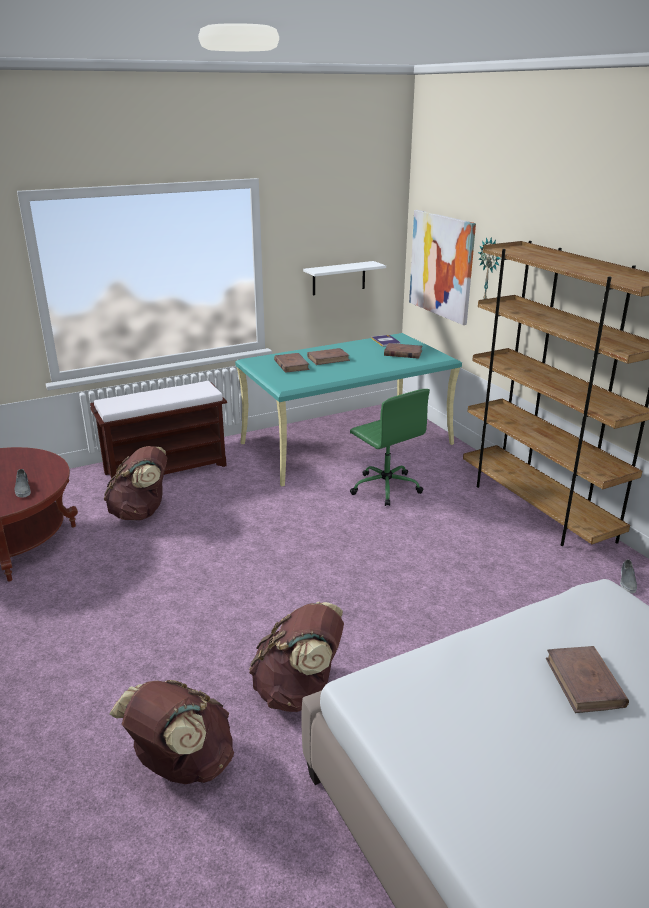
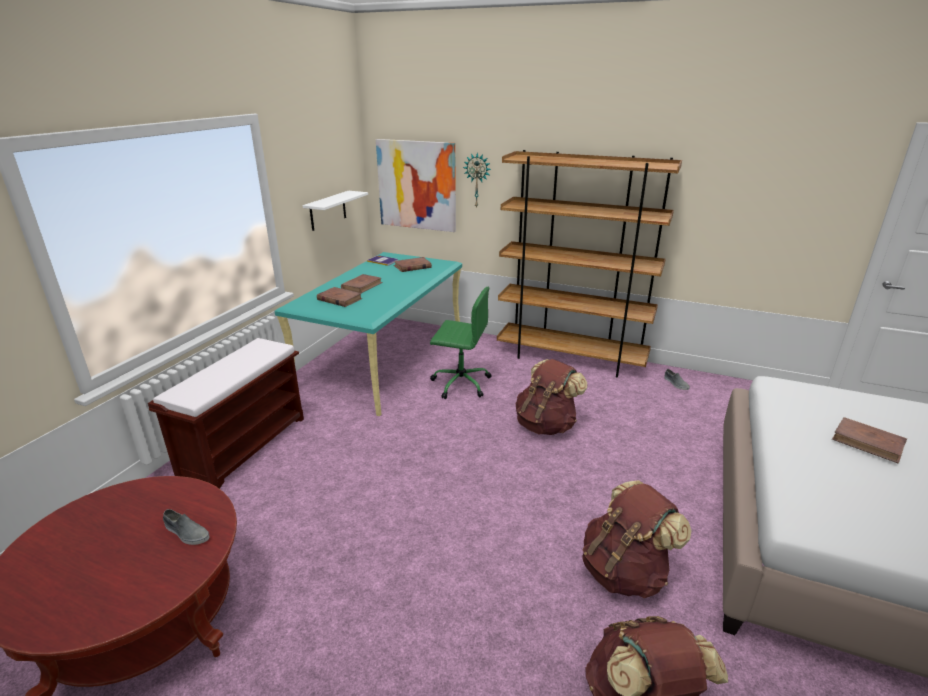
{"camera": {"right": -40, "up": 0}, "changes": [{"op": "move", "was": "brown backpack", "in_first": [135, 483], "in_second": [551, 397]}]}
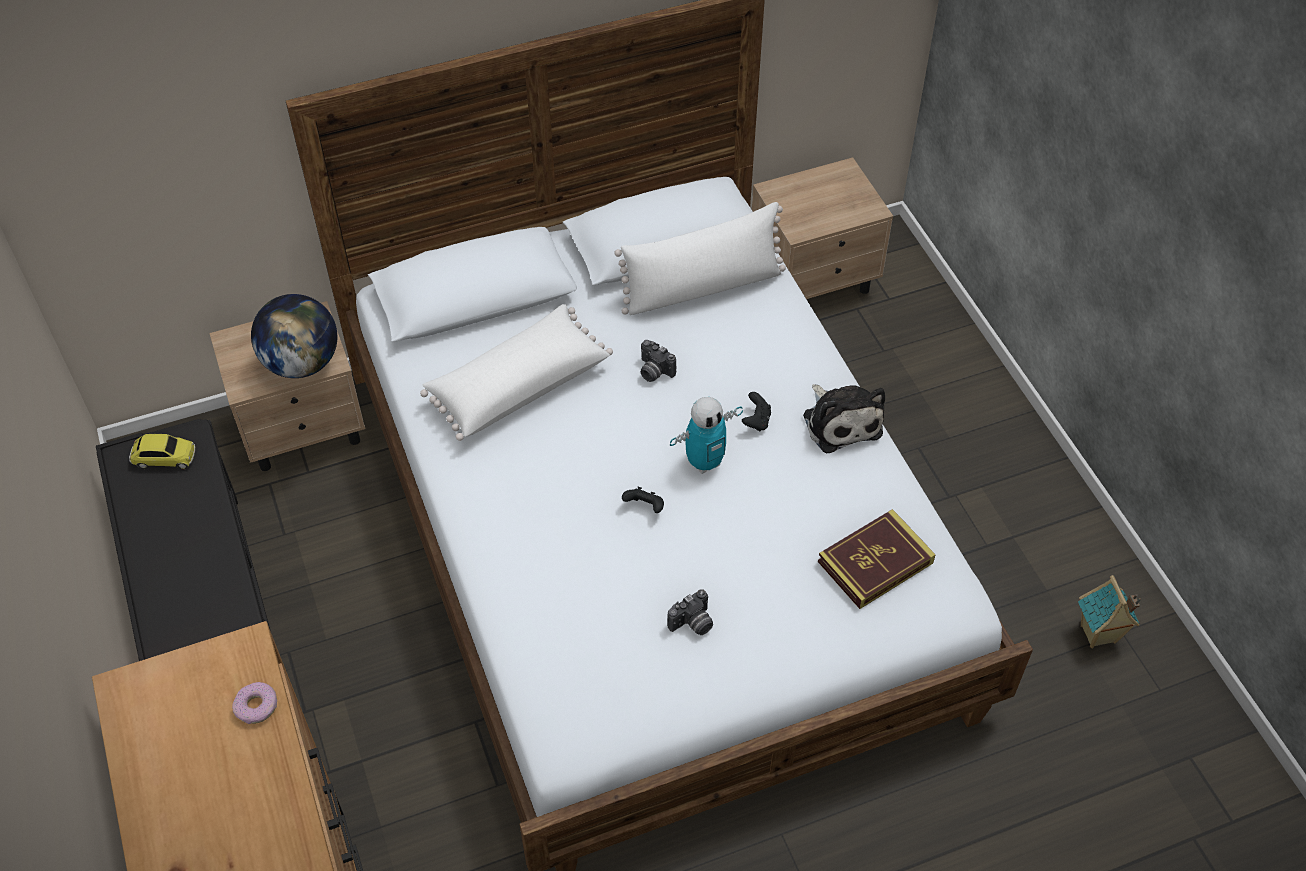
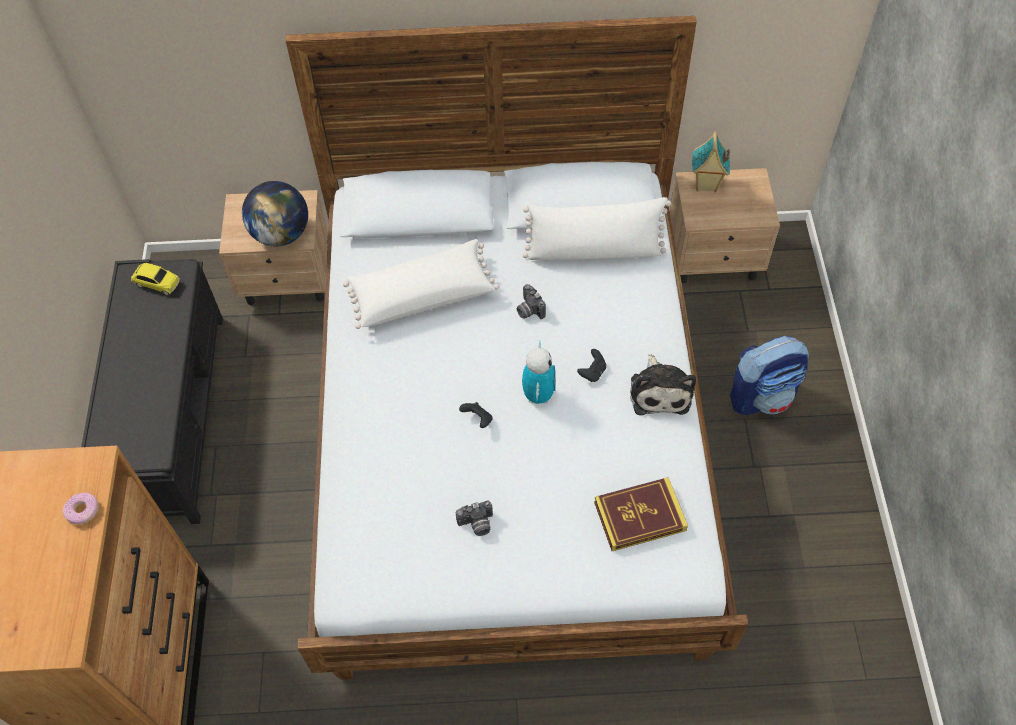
{"camera": {"right": 20, "up": 5}, "changes": [{"op": "rotate", "was": "toy robot", "in_first": [706, 435], "in_second": [539, 372], "clockwise": -75}, {"op": "move", "was": "toy house", "in_first": [1109, 611], "in_second": [711, 162]}, {"op": "insert", "now": "backpack", "in_second": [769, 375]}]}
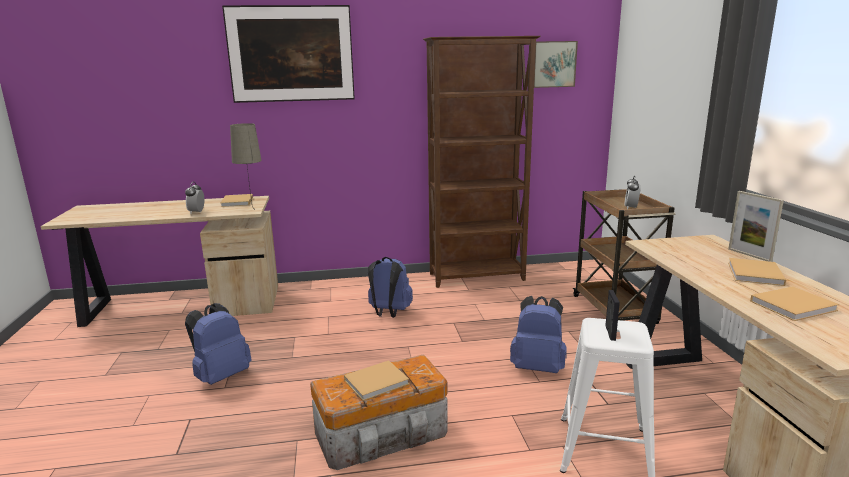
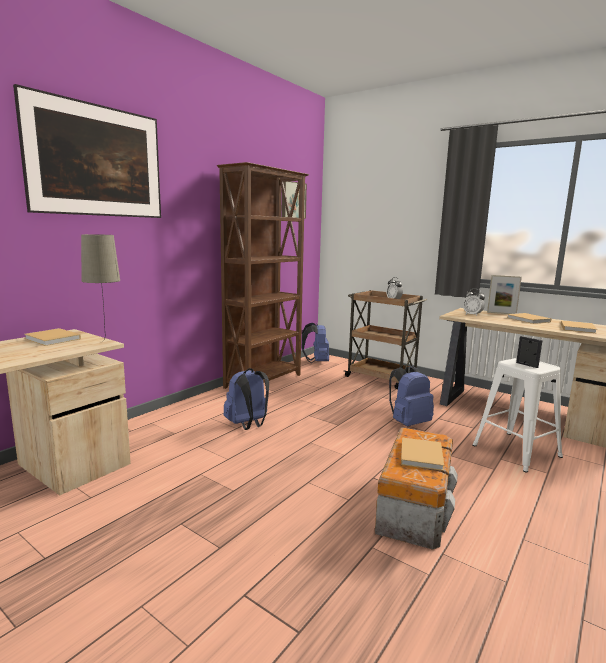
{"camera": {"right": -45, "up": -5}, "changes": [{"op": "move", "was": "alarm clock", "in_first": [194, 198], "in_second": [474, 302]}, {"op": "move", "was": "blue backpack", "in_first": [218, 344], "in_second": [315, 343]}]}
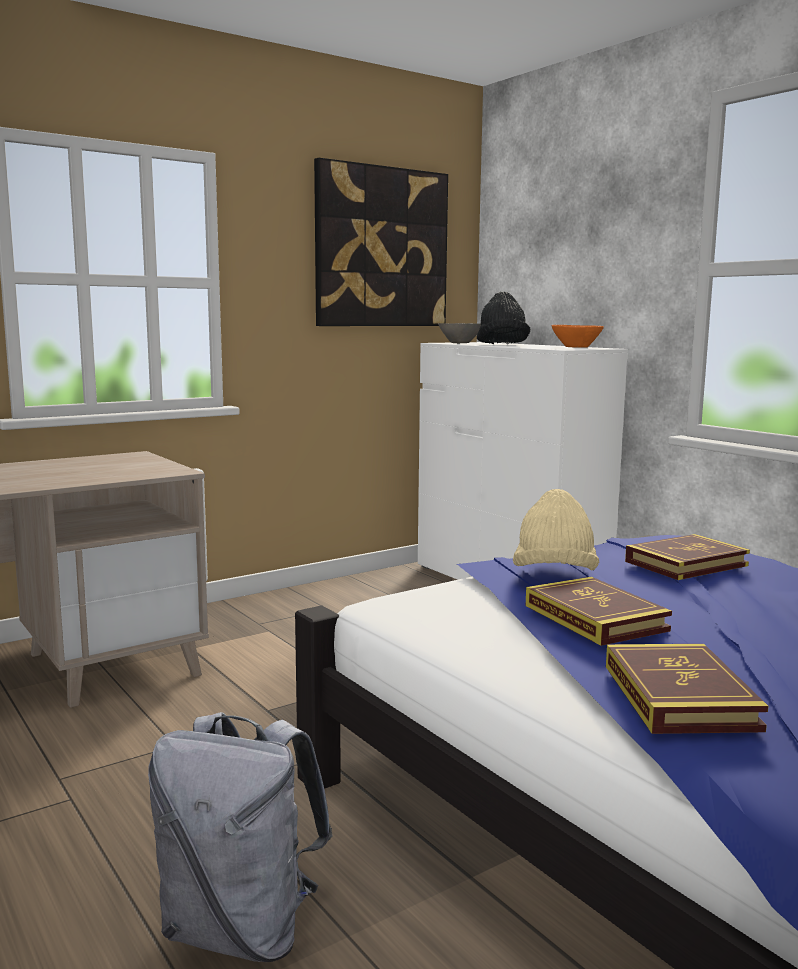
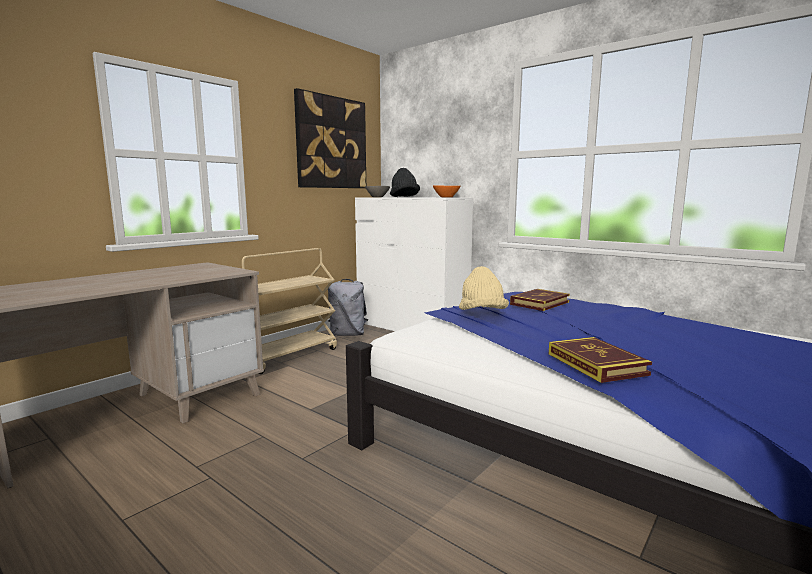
{"camera": {"right": -15, "up": 0}, "changes": [{"op": "move", "was": "grey backpack", "in_first": [240, 837], "in_second": [348, 307]}, {"op": "delete", "was": "book", "in_first": [599, 611]}, {"op": "insert", "now": "beige cart", "in_second": [289, 311]}]}
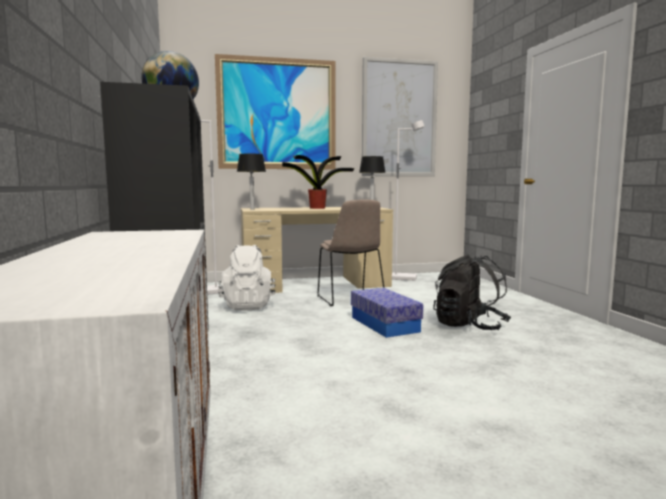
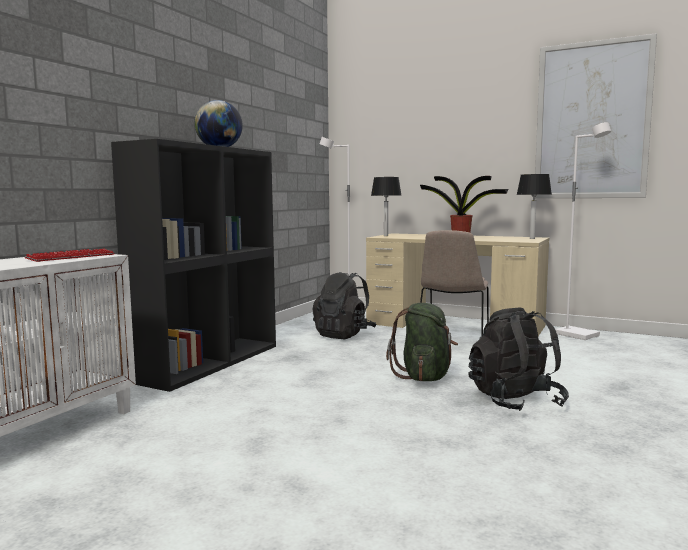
{"camera": {"right": 40, "up": 0}, "changes": [{"op": "delete", "was": "picture", "in_first": [275, 112]}, {"op": "recolor", "was": "white backpack", "now": "black backpack", "in_first": [247, 278], "in_second": [345, 305]}, {"op": "replace", "was": "storage box", "now": "green backpack", "in_first": [387, 313], "in_second": [422, 342]}, {"op": "insert", "now": "keyboard", "in_second": [70, 255]}]}
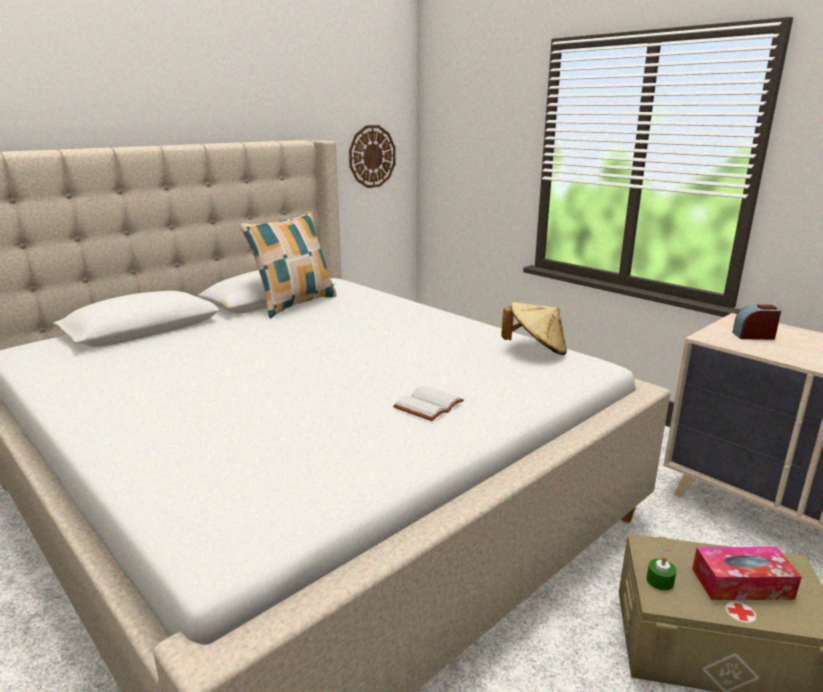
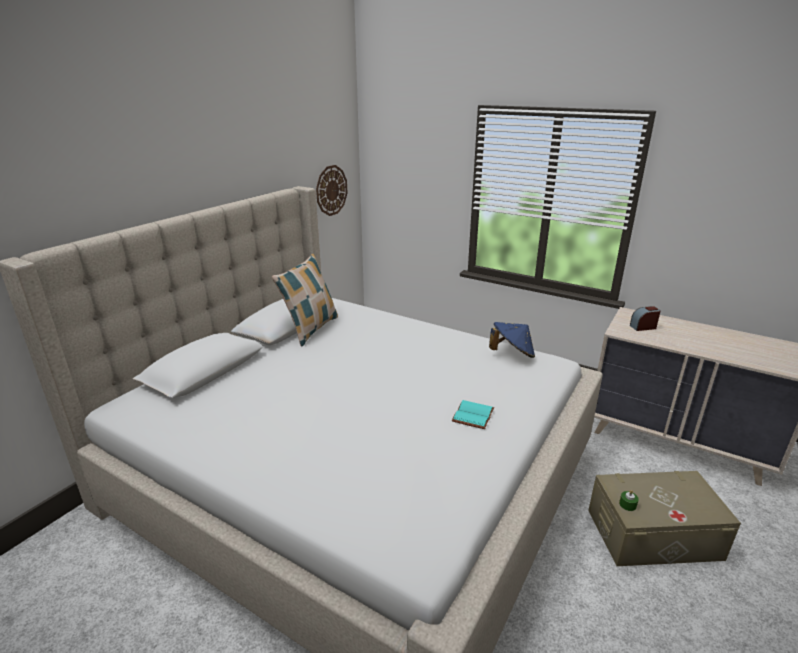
{"camera": {"right": -15, "up": 5}, "changes": [{"op": "recolor", "was": "white book", "now": "turquoise book", "in_first": [428, 403], "in_second": [473, 414]}, {"op": "recolor", "was": "beige hat", "now": "blue hat", "in_first": [534, 328], "in_second": [512, 340]}, {"op": "delete", "was": "tissue box", "in_first": [747, 573]}]}
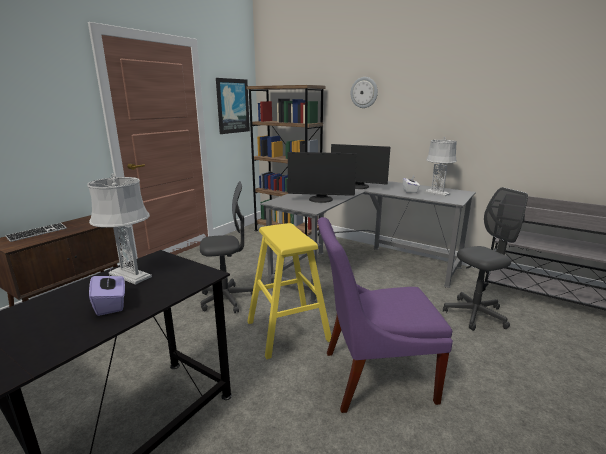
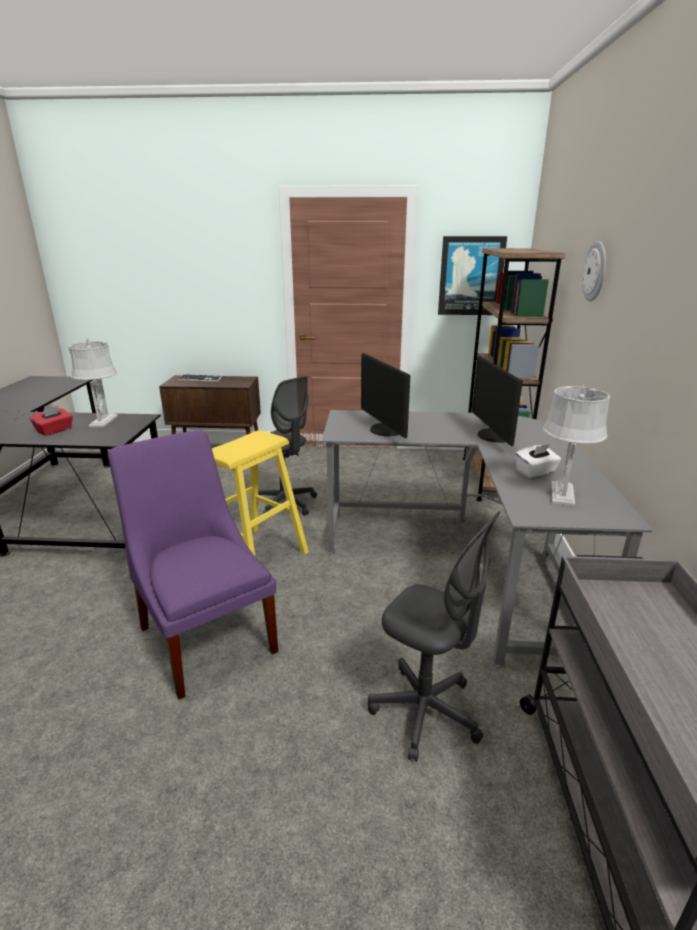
{"camera": {"right": 60, "up": 5}, "changes": [{"op": "recolor", "was": "purple tissue box", "now": "red tissue box", "in_first": [107, 293], "in_second": [51, 421]}]}
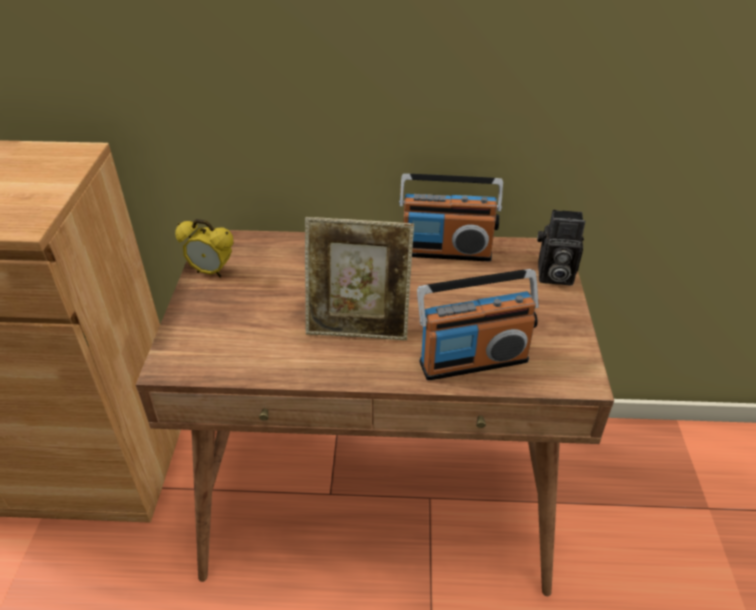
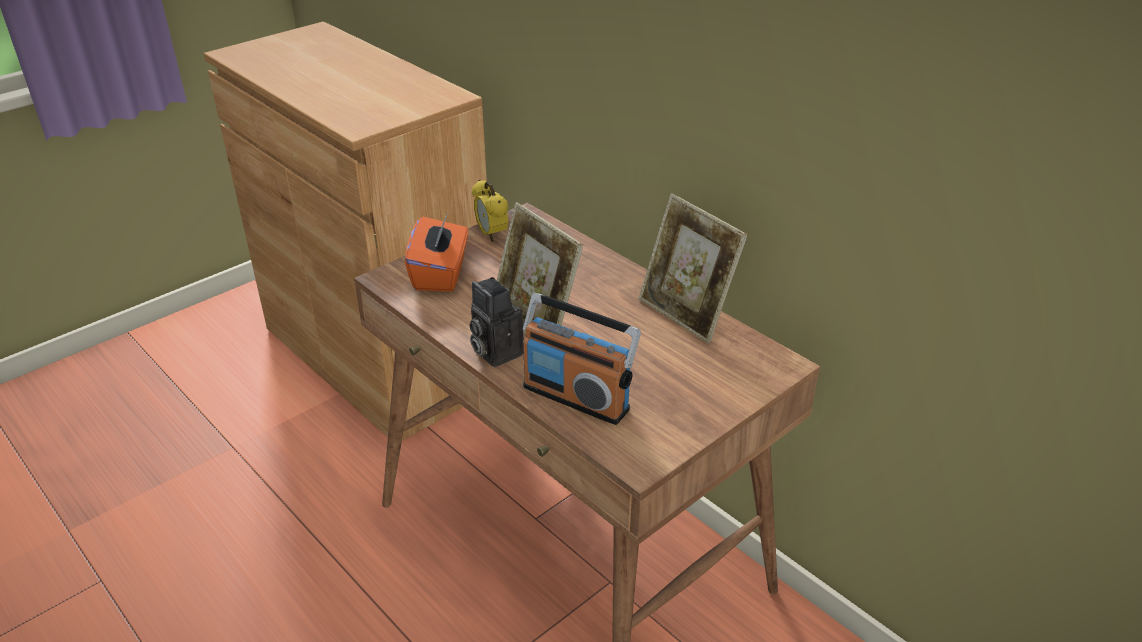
{"camera": {"right": 45, "up": -5}, "changes": [{"op": "replace", "was": "radio", "now": "picture frame", "in_first": [451, 217], "in_second": [693, 268]}, {"op": "move", "was": "photo camera", "in_first": [561, 248], "in_second": [496, 322]}, {"op": "insert", "now": "orange tissue box", "in_second": [436, 252]}]}
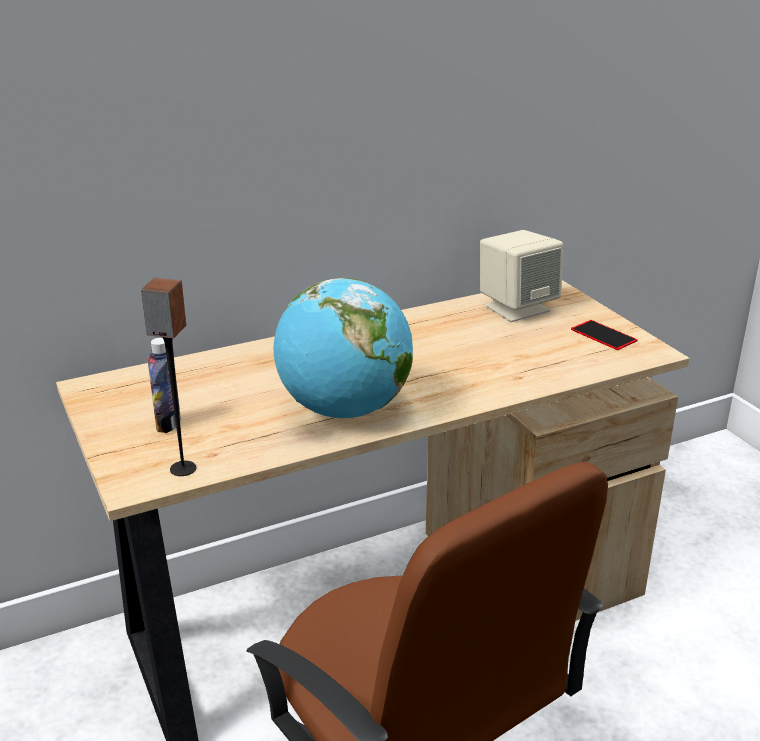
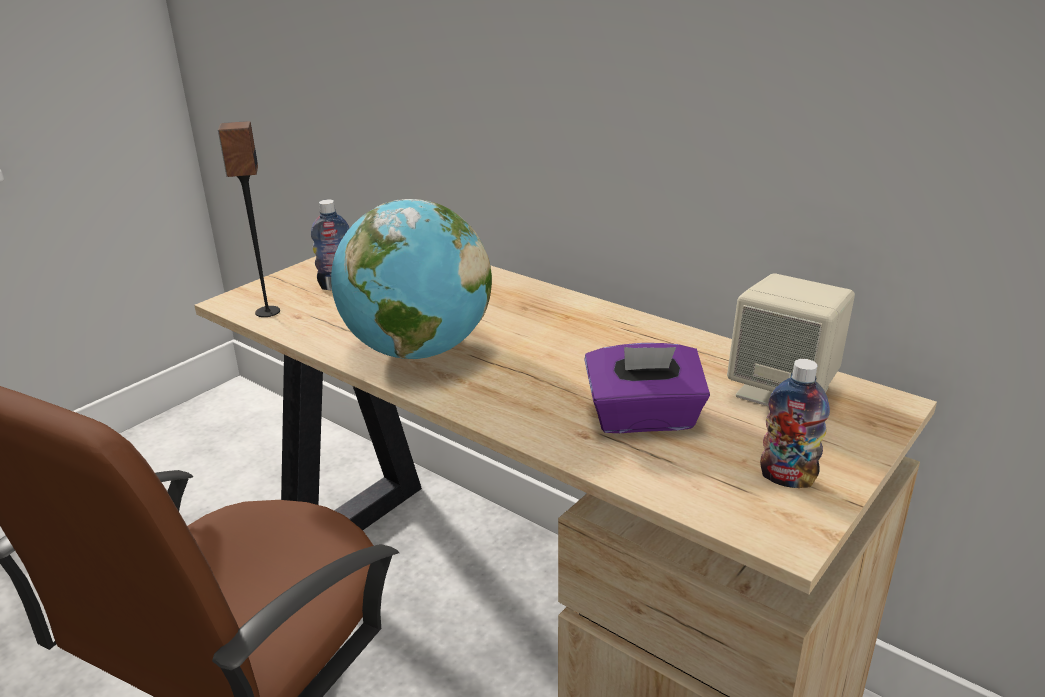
{"camera": {"right": 65, "up": 0}, "changes": [{"op": "replace", "was": "phone", "now": "bottle", "in_first": [604, 335], "in_second": [795, 423]}, {"op": "insert", "now": "purple tissue box", "in_second": [647, 388]}]}
